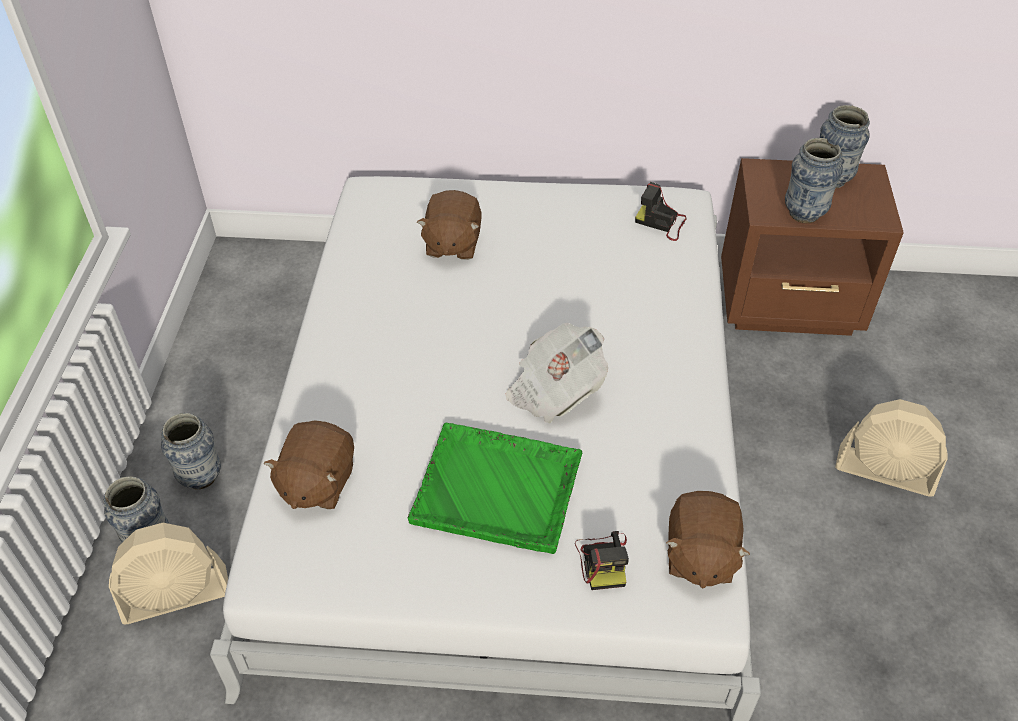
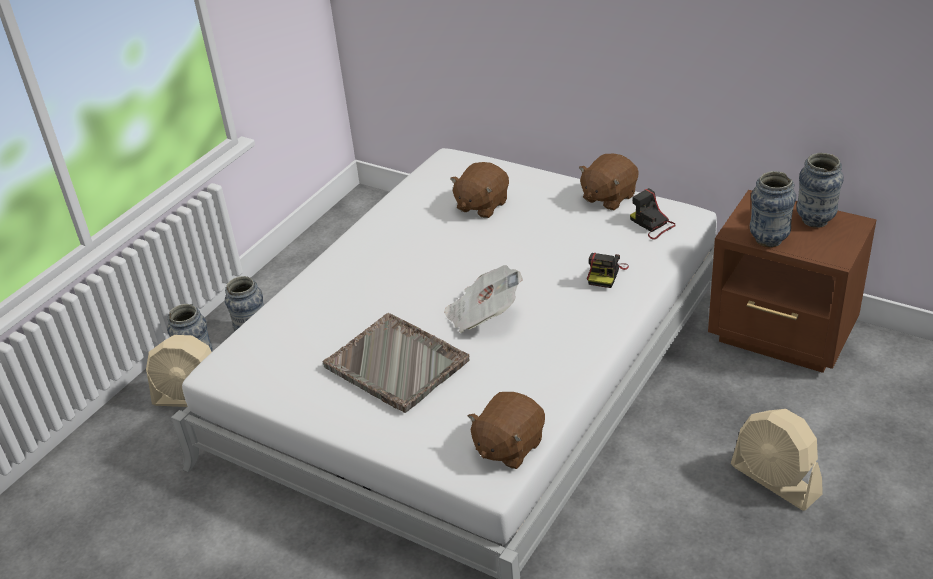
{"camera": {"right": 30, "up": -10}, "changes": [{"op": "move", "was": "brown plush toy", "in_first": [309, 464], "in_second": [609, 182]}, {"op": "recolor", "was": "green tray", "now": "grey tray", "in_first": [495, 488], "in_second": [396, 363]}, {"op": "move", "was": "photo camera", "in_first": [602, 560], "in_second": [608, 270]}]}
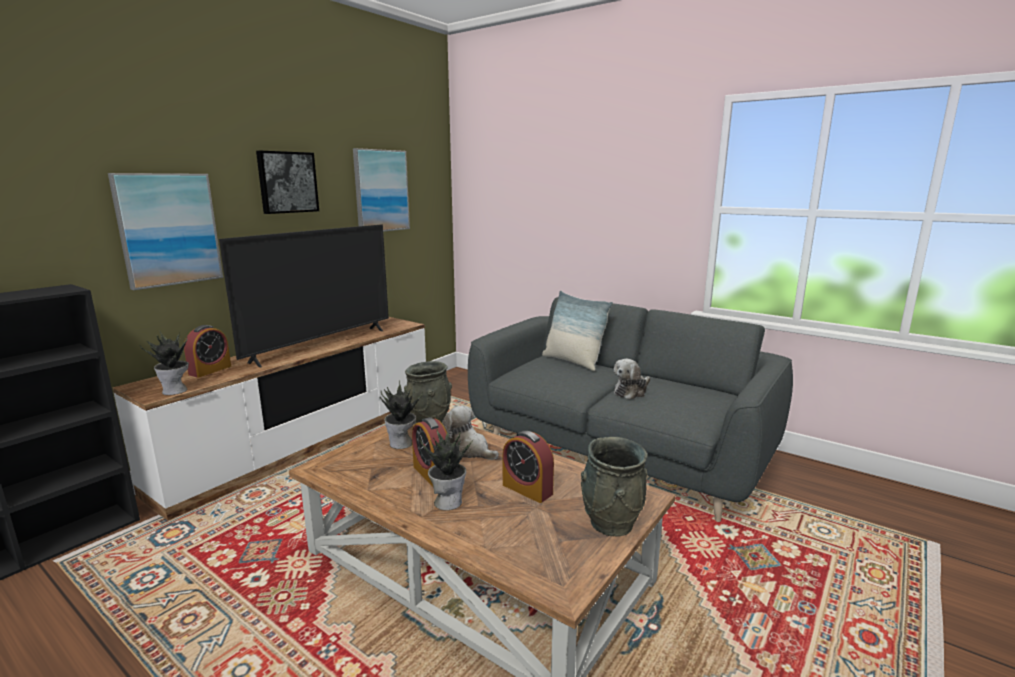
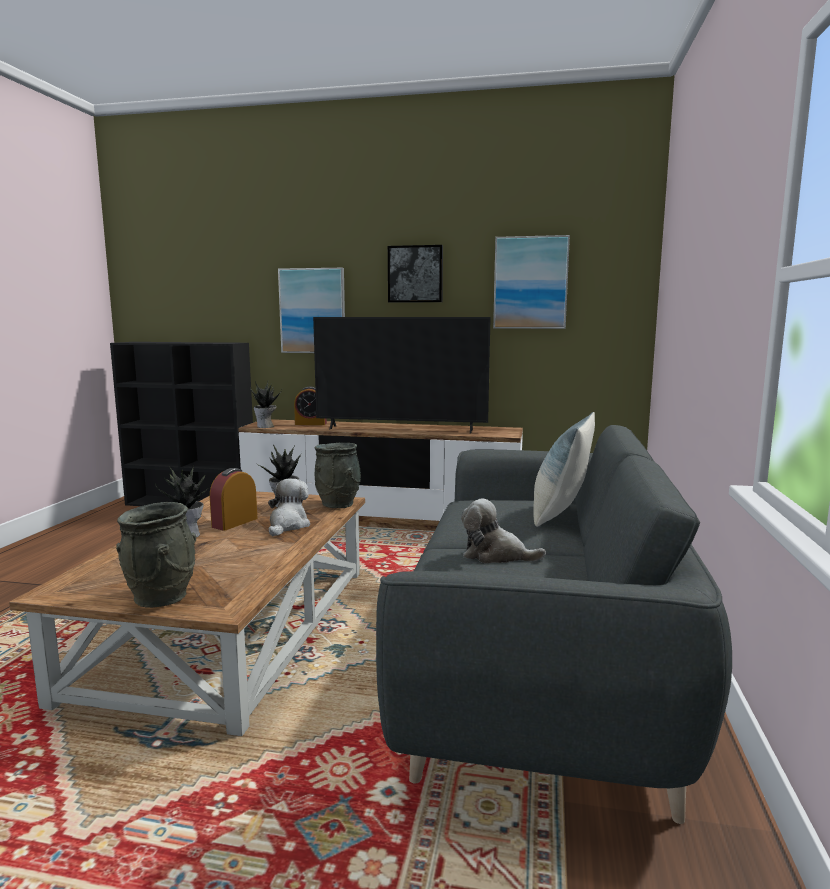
{"camera": {"right": 65, "up": -5}, "changes": [{"op": "delete", "was": "alarm clock", "in_first": [528, 467]}]}
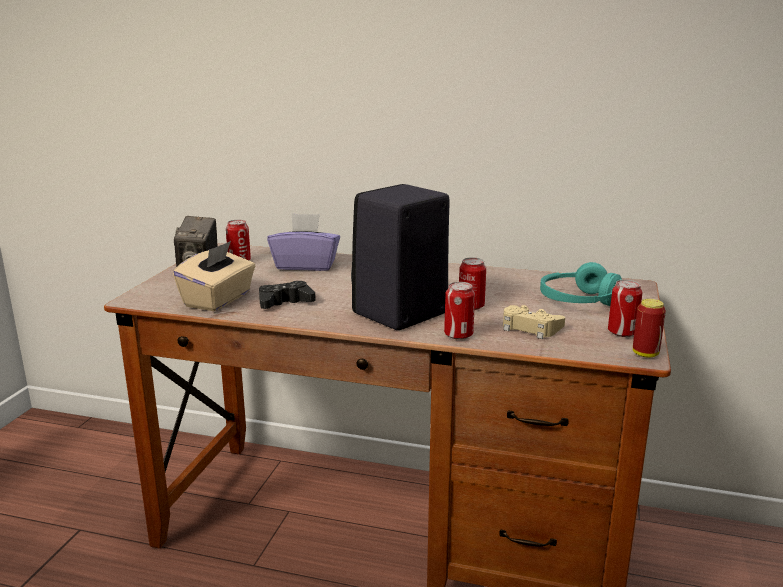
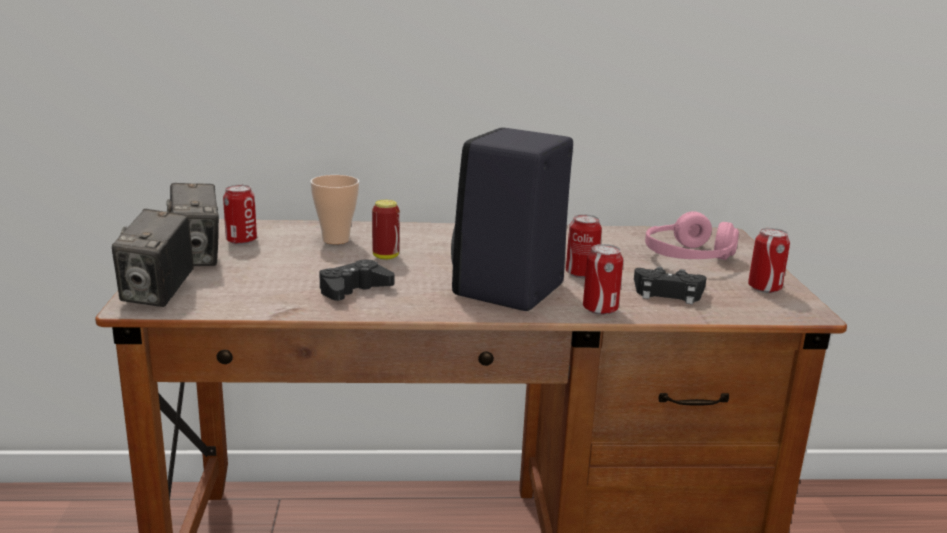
{"camera": {"right": -20, "up": 0}, "changes": [{"op": "delete", "was": "beige tissue box", "in_first": [214, 276]}, {"op": "replace", "was": "purple tissue box", "now": "cup", "in_first": [303, 242], "in_second": [334, 209]}, {"op": "recolor", "was": "beige game controller", "now": "black game controller", "in_first": [534, 322], "in_second": [670, 285]}, {"op": "recolor", "was": "turquoise headphones", "now": "pink headphones", "in_first": [581, 284], "in_second": [692, 235]}, {"op": "move", "was": "can", "in_first": [649, 328], "in_second": [386, 230]}, {"op": "insert", "now": "photo camera", "in_second": [153, 258]}]}
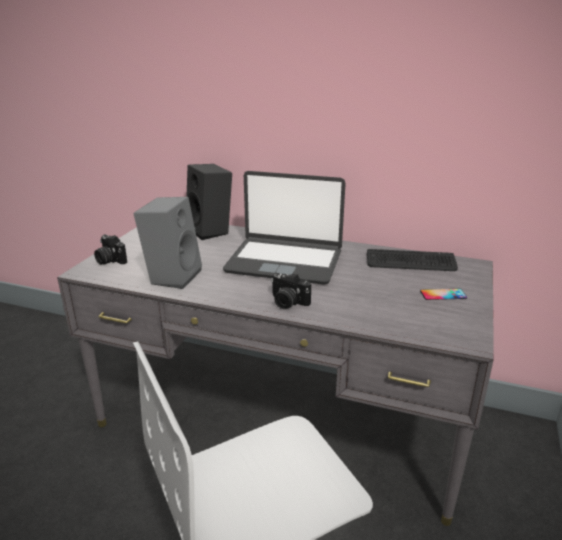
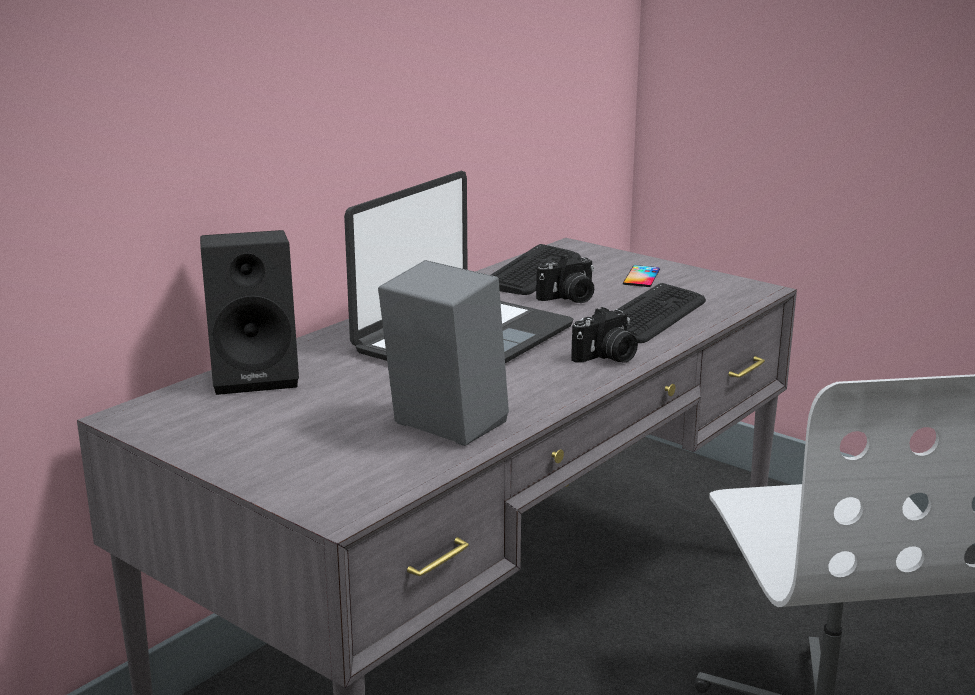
{"camera": {"right": -70, "up": -5}, "changes": [{"op": "move", "was": "photo camera", "in_first": [110, 249], "in_second": [565, 278]}, {"op": "insert", "now": "keyboard", "in_second": [662, 313]}]}
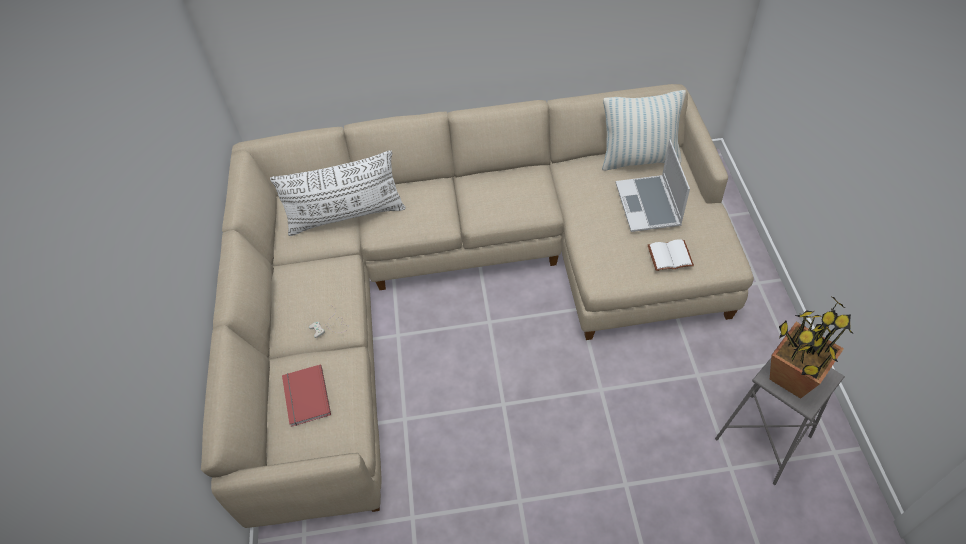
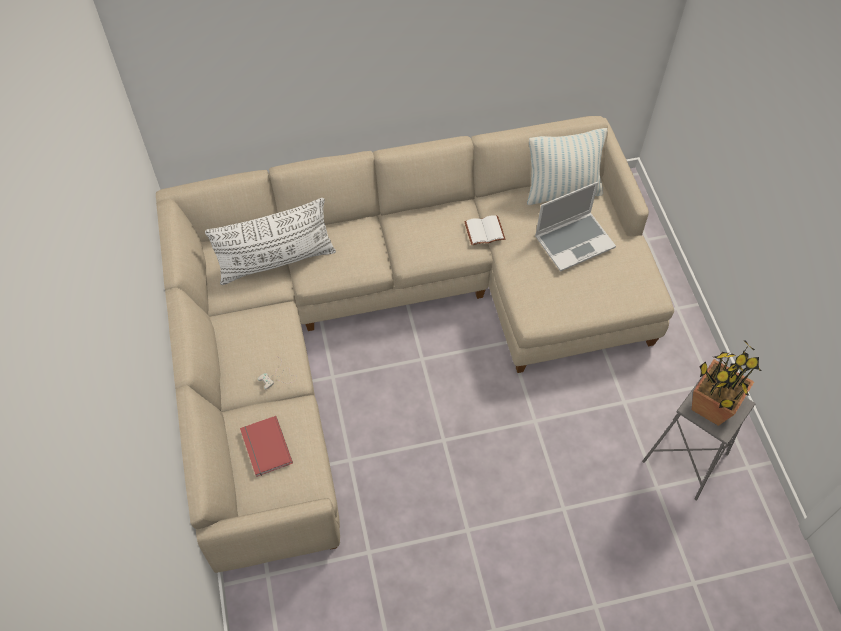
{"camera": {"right": -10, "up": 5}, "changes": [{"op": "rotate", "was": "laptop", "in_first": [652, 186], "in_second": [575, 227], "clockwise": -105}, {"op": "move", "was": "white book", "in_first": [671, 255], "in_second": [484, 230]}]}
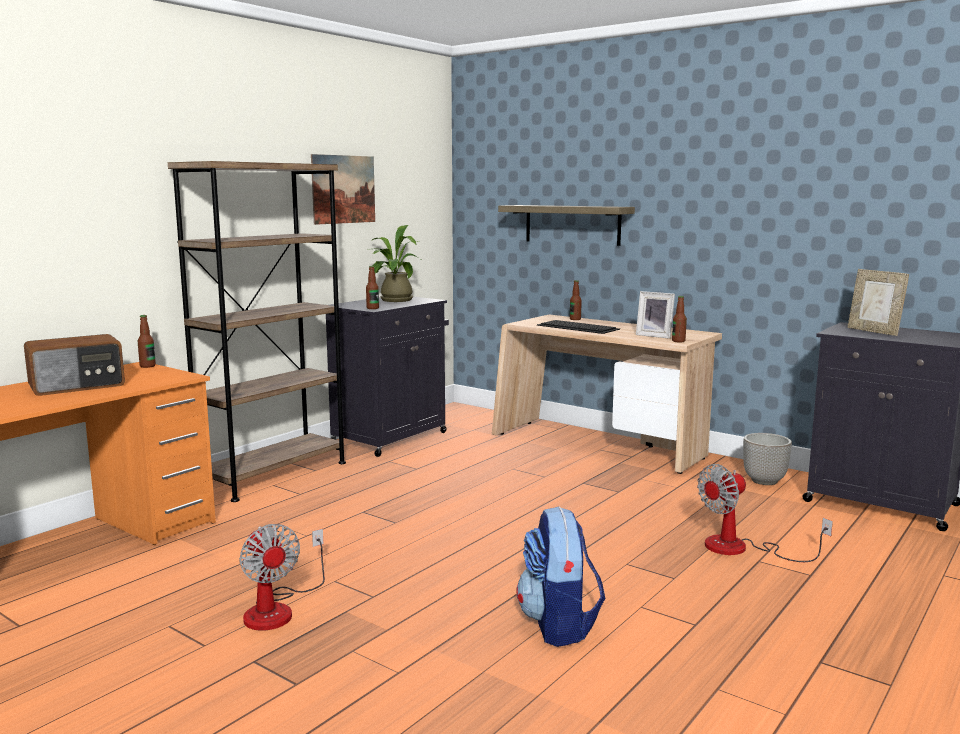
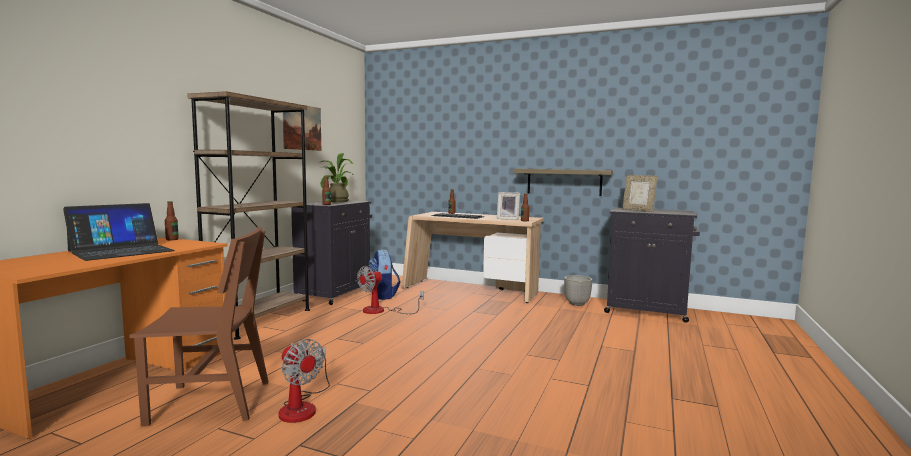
{"camera": {"right": -15, "up": -5}, "changes": [{"op": "replace", "was": "radio", "now": "laptop", "in_first": [74, 365], "in_second": [119, 232]}, {"op": "move", "was": "shelf", "in_first": [566, 225], "in_second": [563, 182]}, {"op": "move", "was": "backpack", "in_first": [561, 576], "in_second": [383, 274]}, {"op": "move", "was": "fan", "in_first": [765, 513], "in_second": [390, 290]}, {"op": "insert", "now": "brown chair", "in_second": [199, 326]}]}
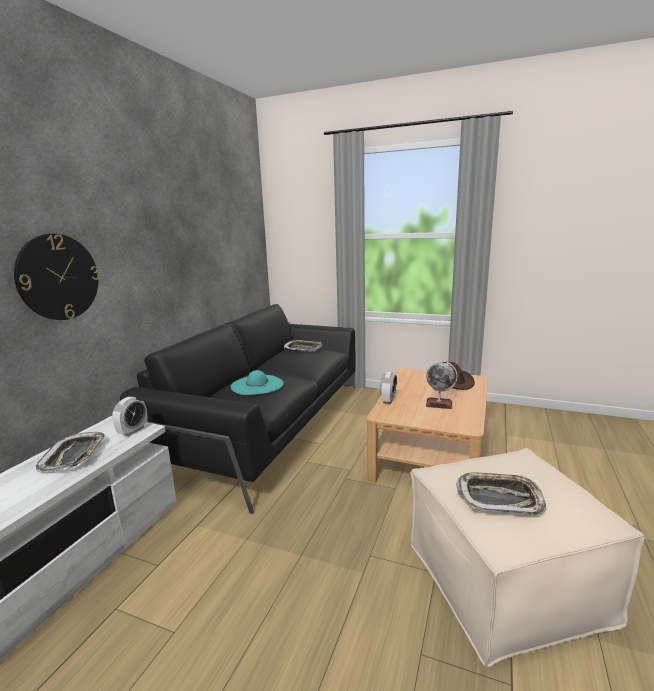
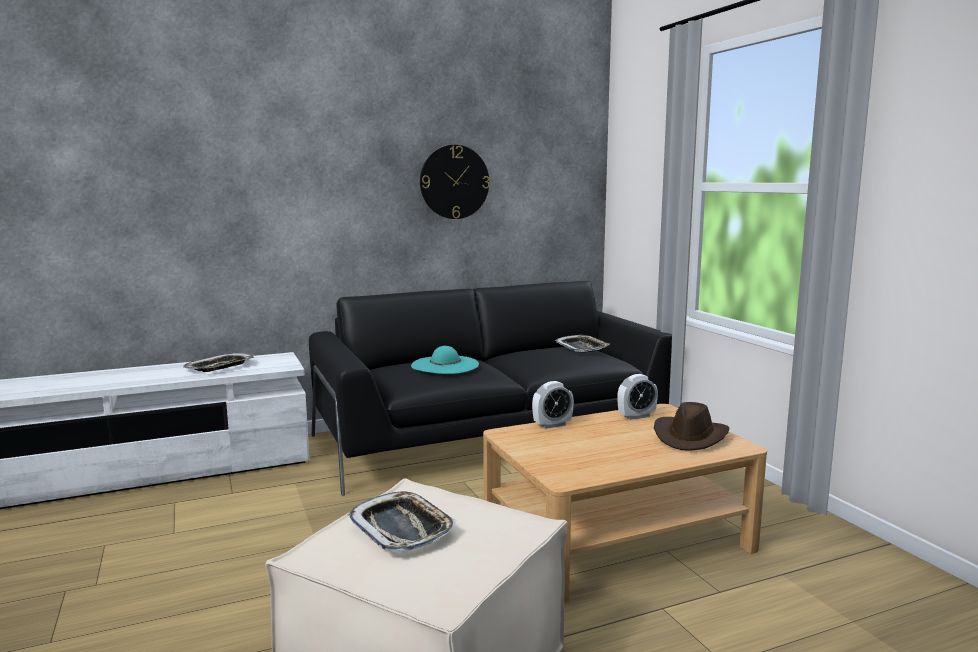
{"camera": {"right": 45, "up": -5}, "changes": [{"op": "move", "was": "wall clock", "in_first": [57, 277], "in_second": [455, 182]}, {"op": "move", "was": "alarm clock", "in_first": [129, 416], "in_second": [637, 397]}, {"op": "delete", "was": "globe", "in_first": [441, 385]}]}
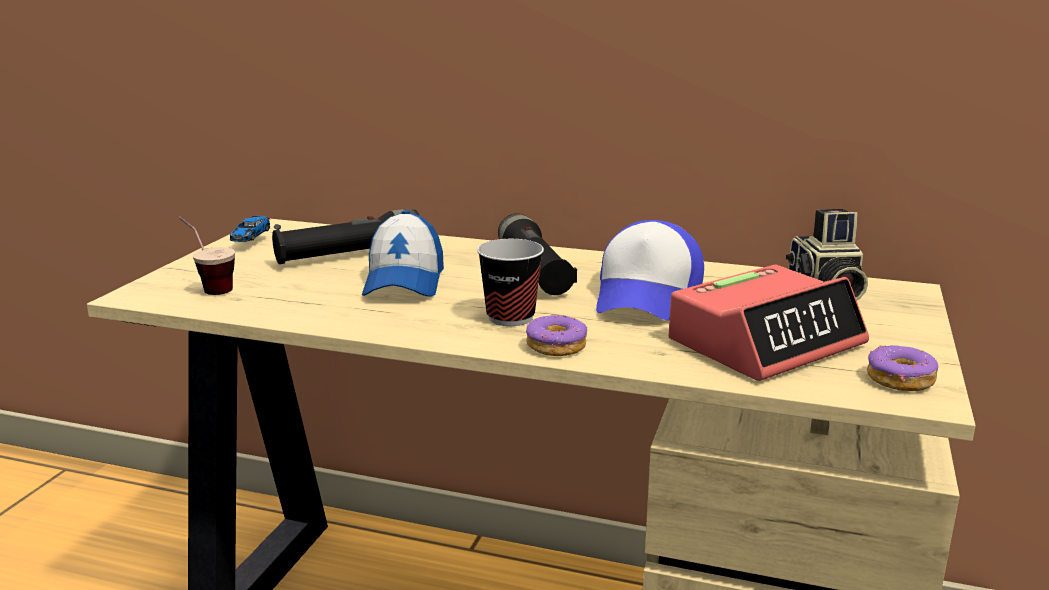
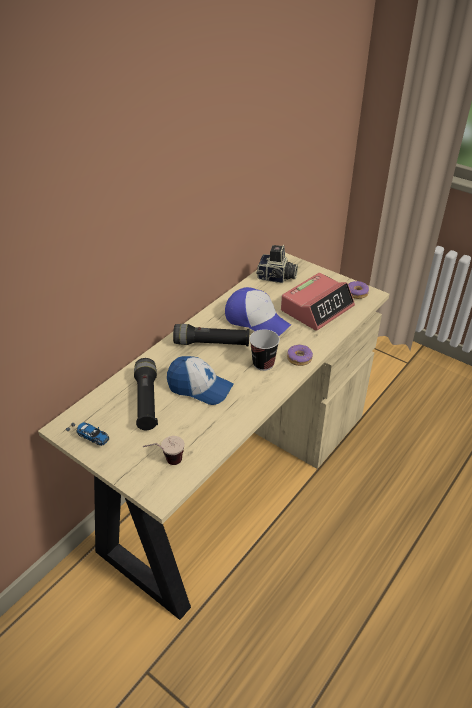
{"camera": {"right": -70, "up": 20}, "changes": [{"op": "rotate", "was": "alarm clock", "in_first": [769, 323], "in_second": [318, 302], "clockwise": 60}]}
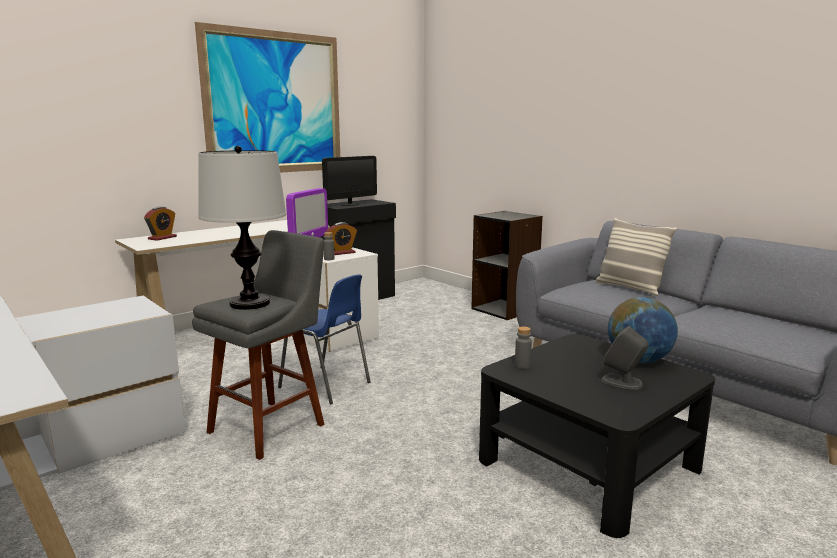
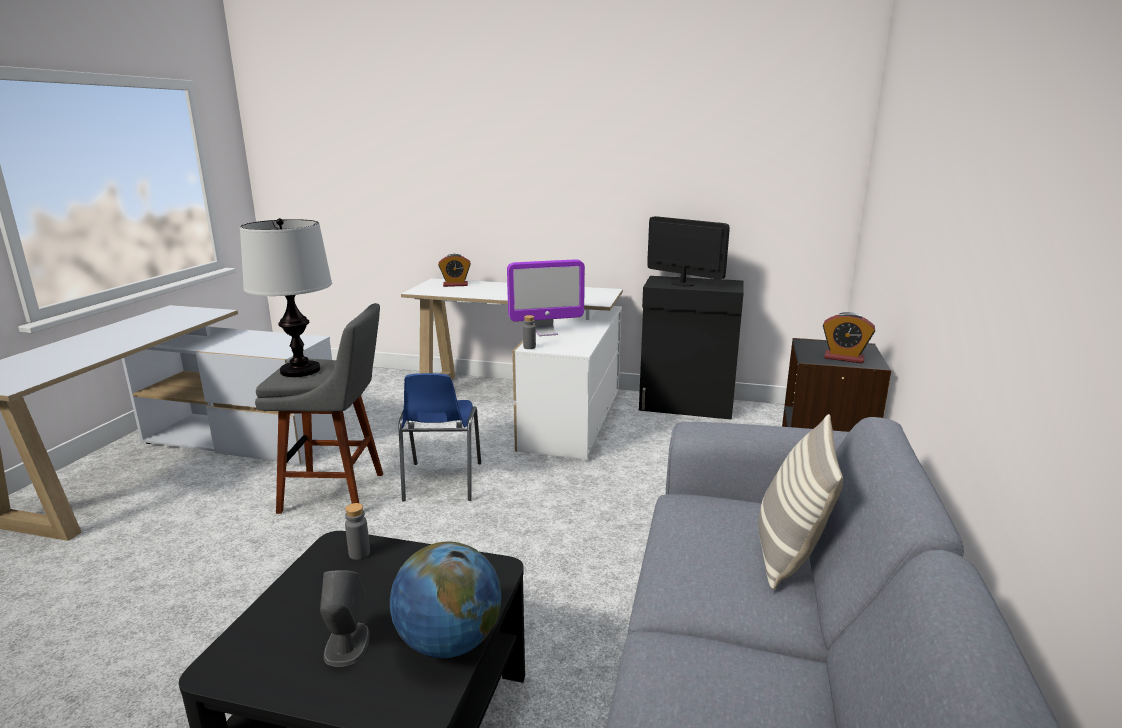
{"camera": {"right": 55, "up": 5}, "changes": [{"op": "delete", "was": "picture", "in_first": [267, 97]}, {"op": "rotate", "was": "monitor", "in_first": [349, 181], "in_second": [688, 251], "clockwise": -150}, {"op": "move", "was": "alarm clock", "in_first": [341, 238], "in_second": [849, 338]}]}
